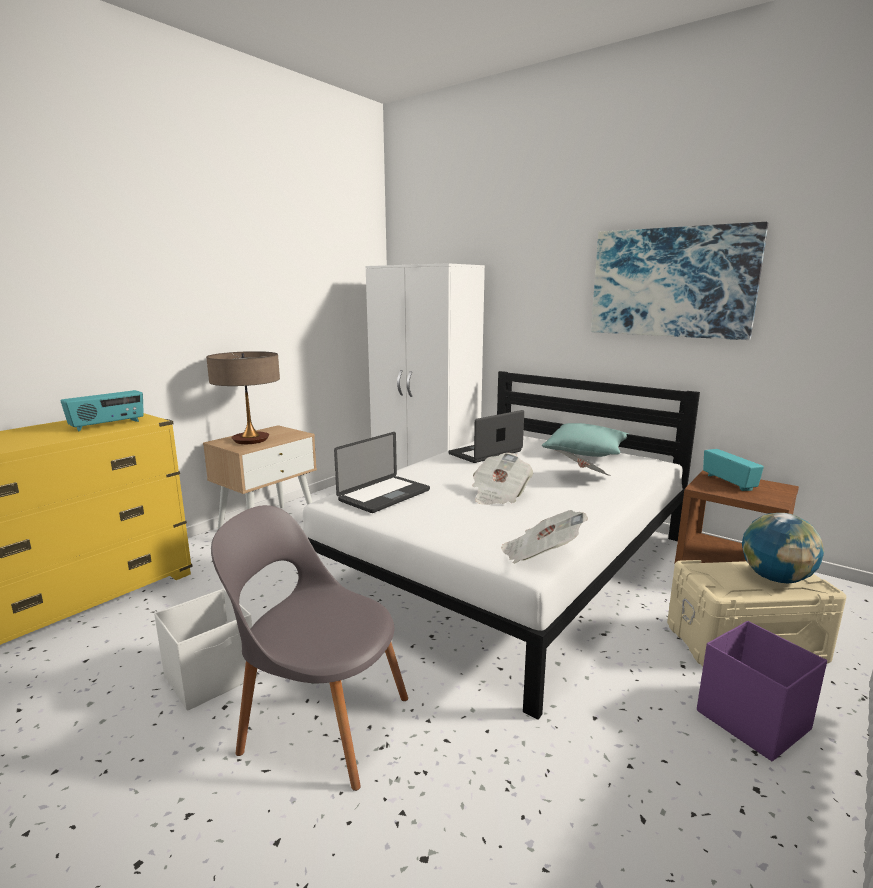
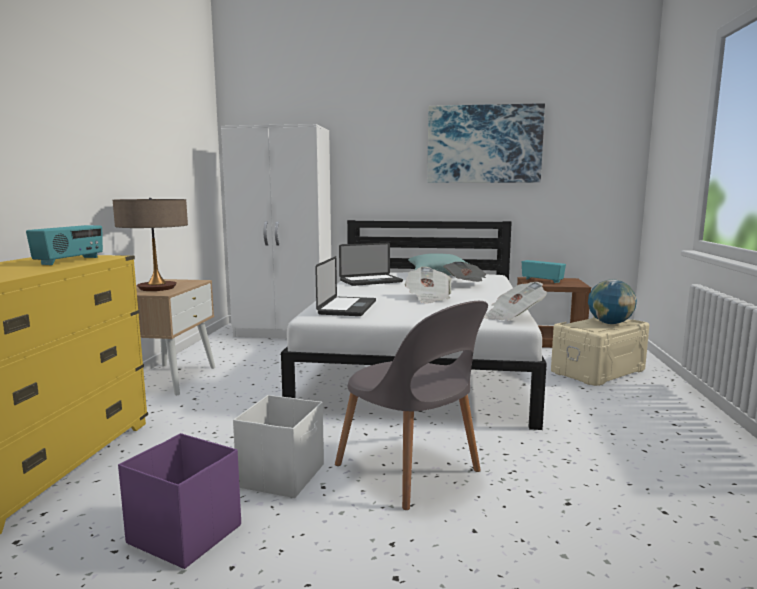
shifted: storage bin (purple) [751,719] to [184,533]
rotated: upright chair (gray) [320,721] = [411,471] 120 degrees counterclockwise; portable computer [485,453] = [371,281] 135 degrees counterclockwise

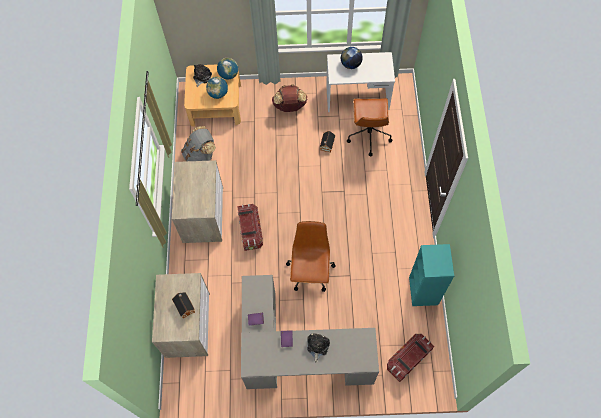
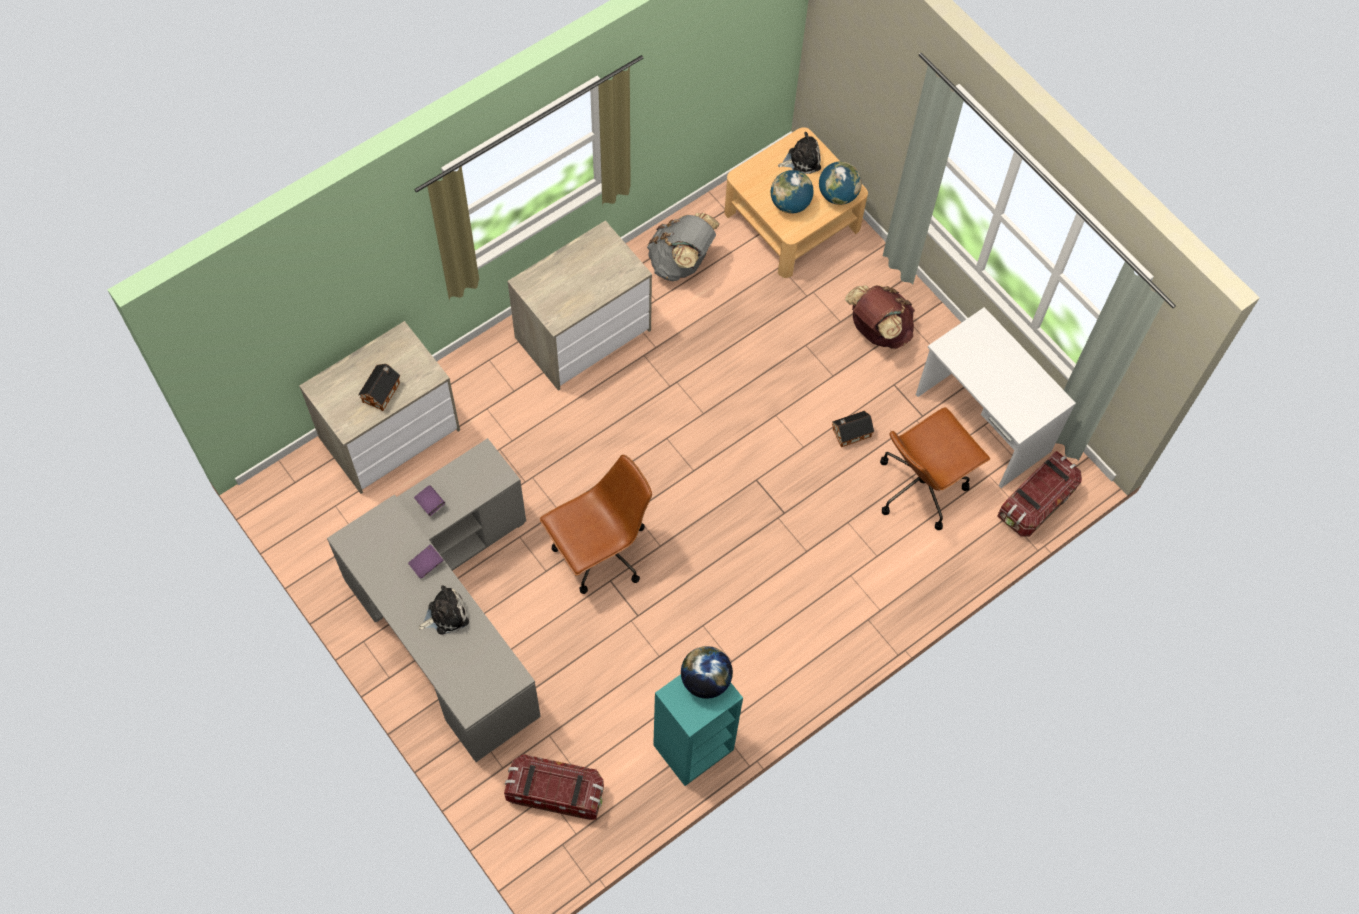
shifted: storage bin [250,231] to [1036,503]; world globe [350,64] to [705,680]

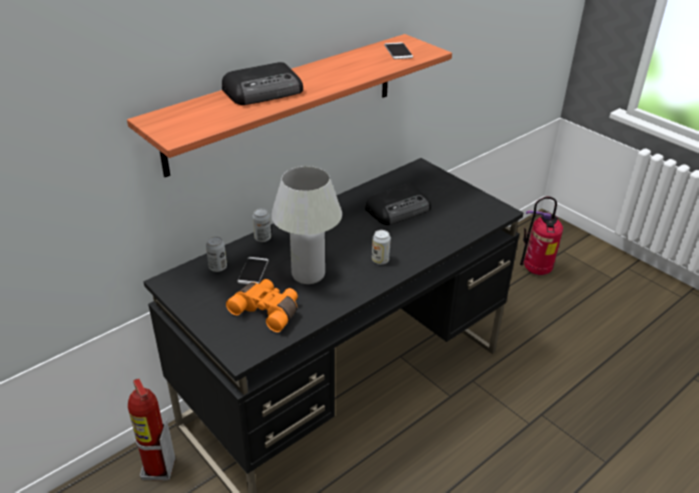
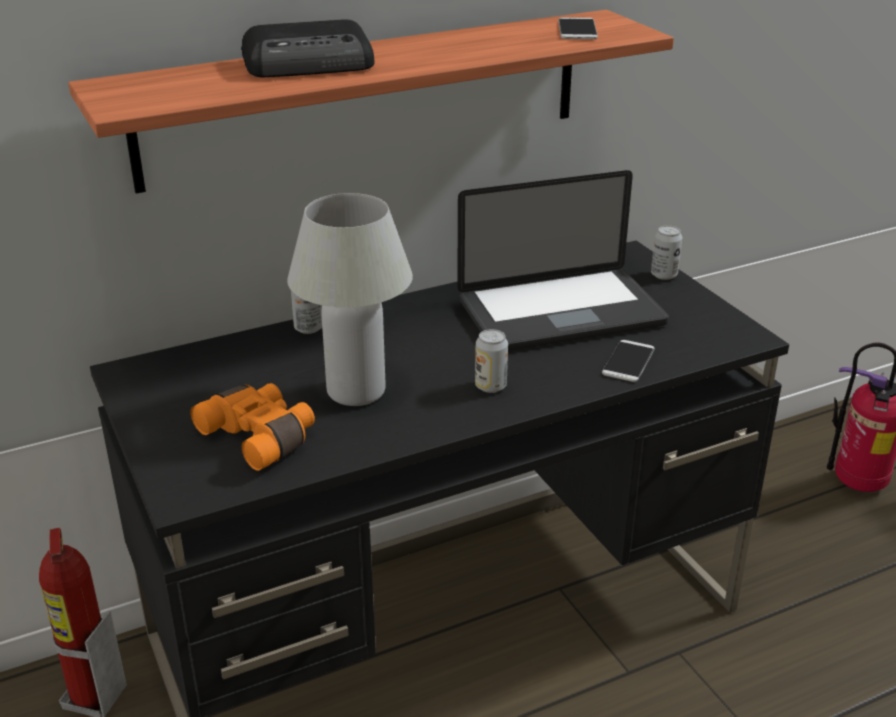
shifted: metal can [218,267] to [664,275]; phone [253,271] to [628,362]
swapped: radio [399,209] to portable computer [561,313]

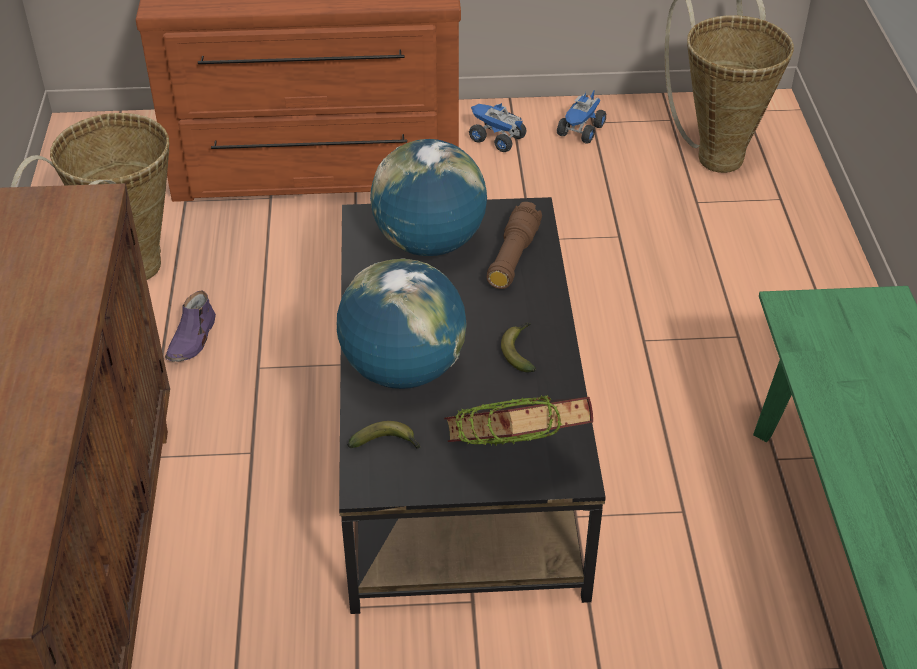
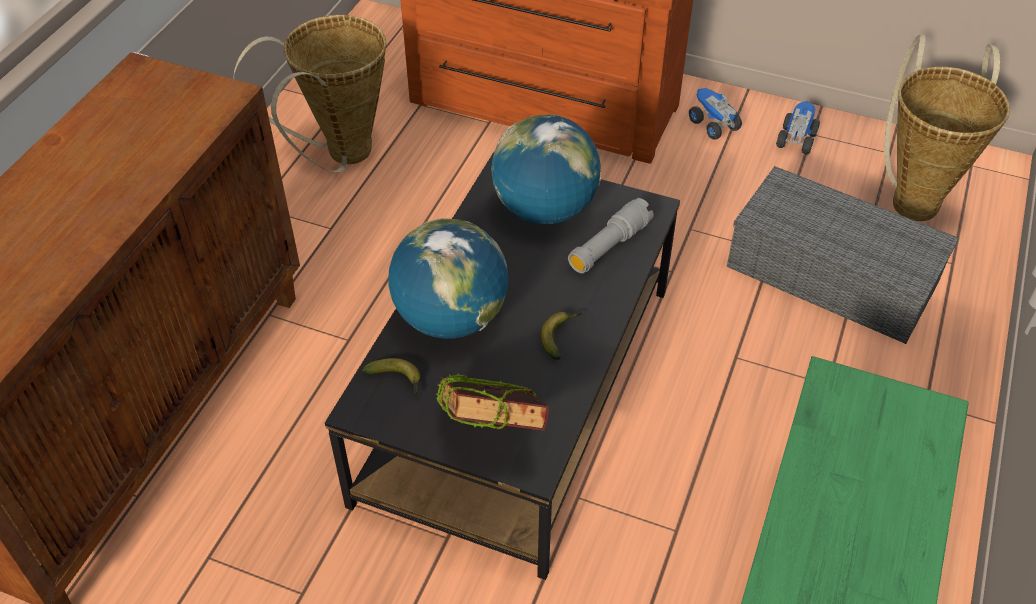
gone: low shoe (purple) [192,339]
new: storage bin (gray) [828,275]
repainted: hand torch (brown-coloured) [513,257] to hand torch (gray) [609,246]
rotated: toy lorry [581,131] = [796,139] 150 degrees clockwise

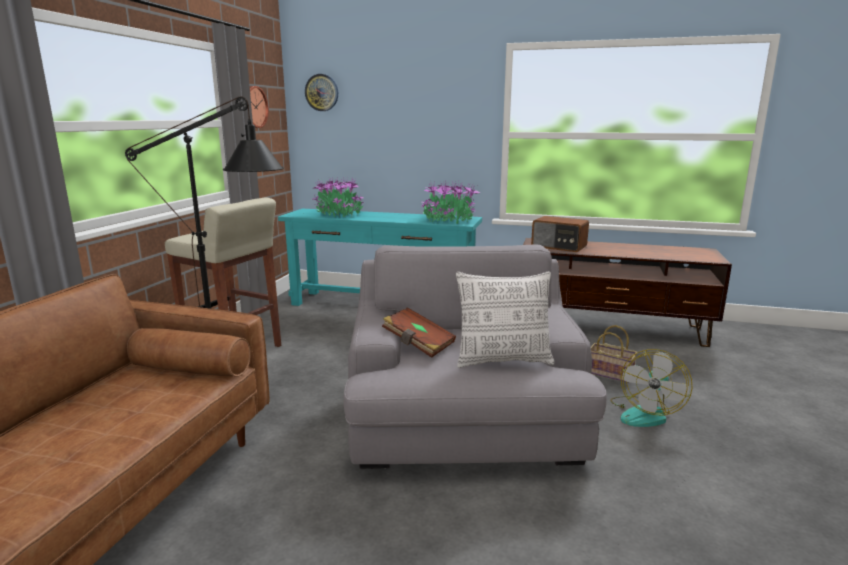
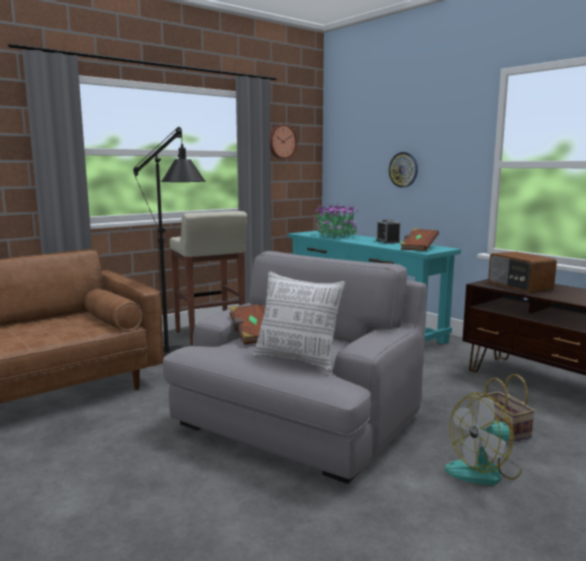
new: alarm clock [387,241]
shifted: wall clock [322,92] to [403,169]
swapped: houseplant [449,220] to volume (brown-coloured) [418,248]

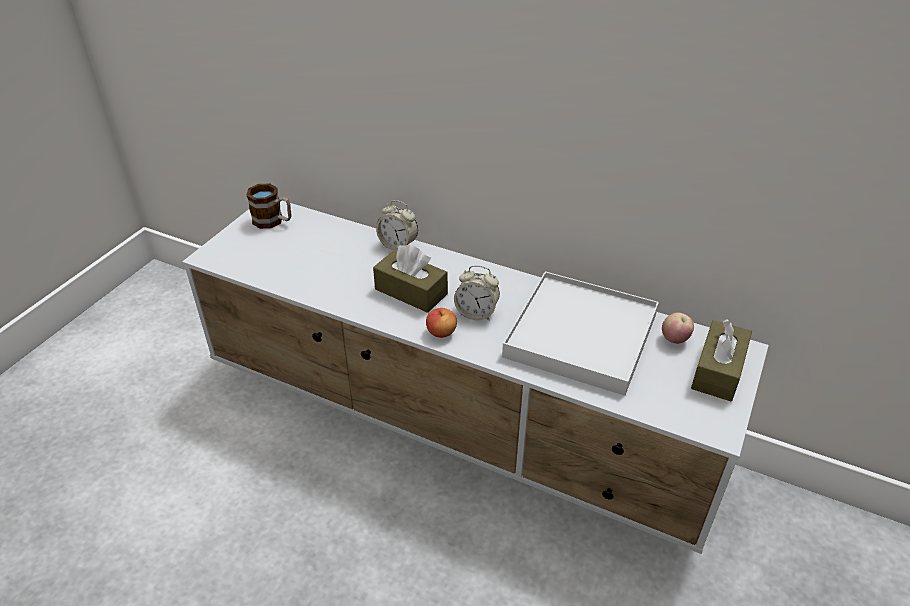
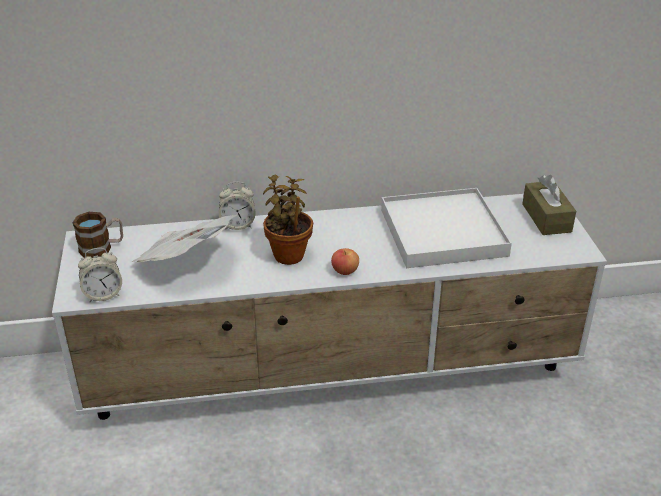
gone: apple [674,340]
new: printed paper [186,262]
shifted: alarm clock [476,313] to [103,295]
swapped: tissue box (brown-coloured) [411,291] to houseplant [288,253]

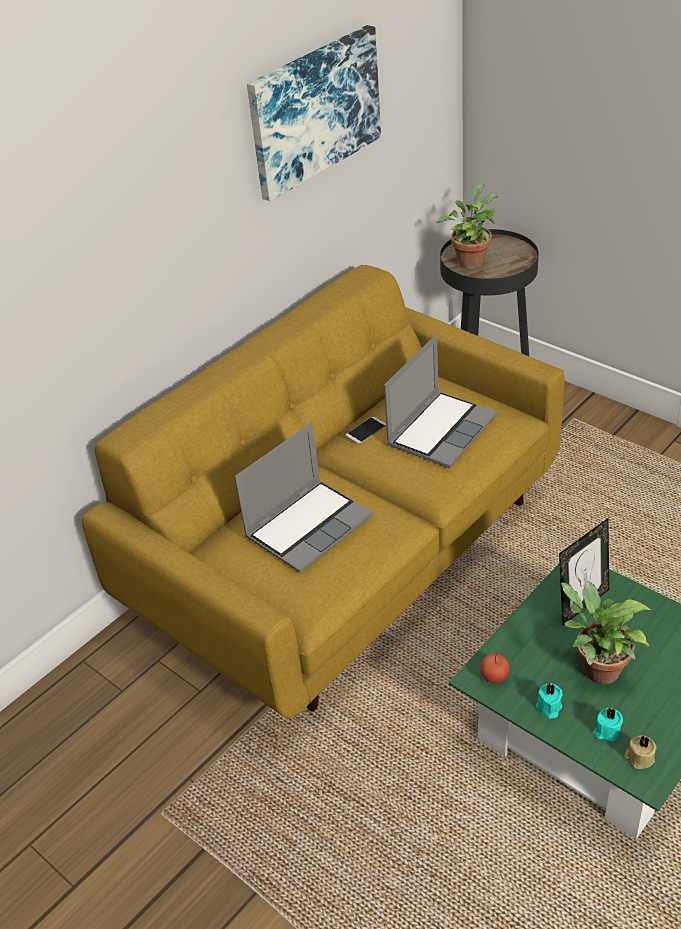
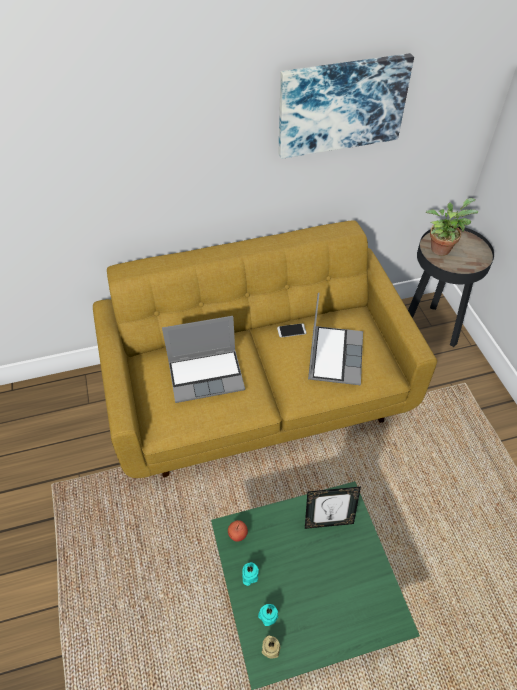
gone: houseplant [596,669]
rotated: portable computer [441,430] = [334,355] 60 degrees counterclockwise

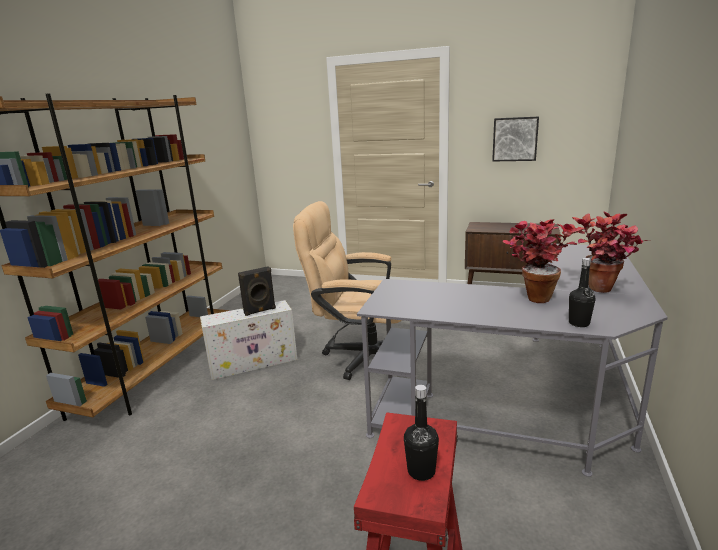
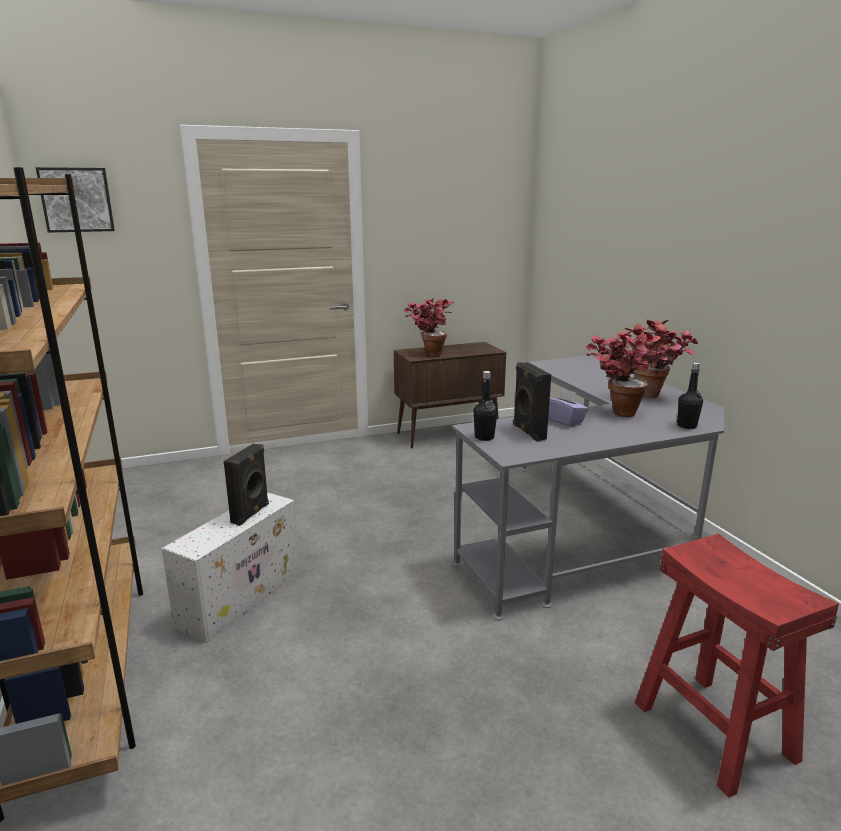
gone: office chair (sand-coloured) [361,356]
new: houseplant [428,354]; speaker (black) [528,432]; tissue box (purple) [563,421]
shifted: drink bottle (black) [421,471] to [484,437]; wall art [515,139] to [76,200]

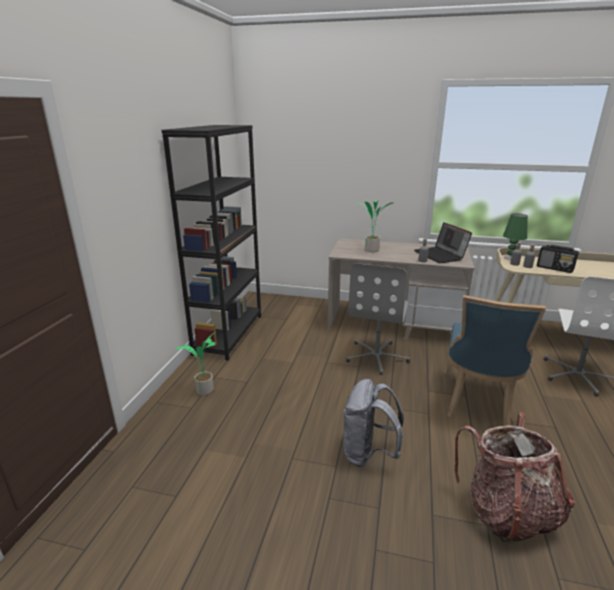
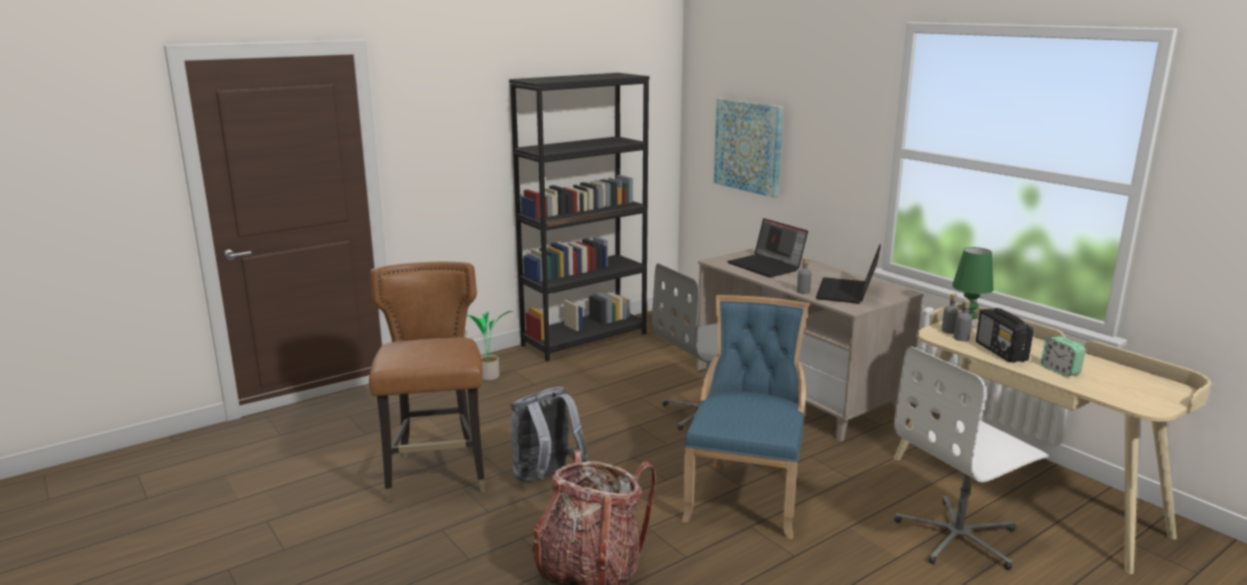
new: upright chair (brown-coloured) [437,476]; wall art [748,146]; alarm clock [1060,371]
swapped: houseplant [371,250] to portable computer [767,266]
rotated: upright chair (bluish) [477,401] = [745,496] 135 degrees clockwise

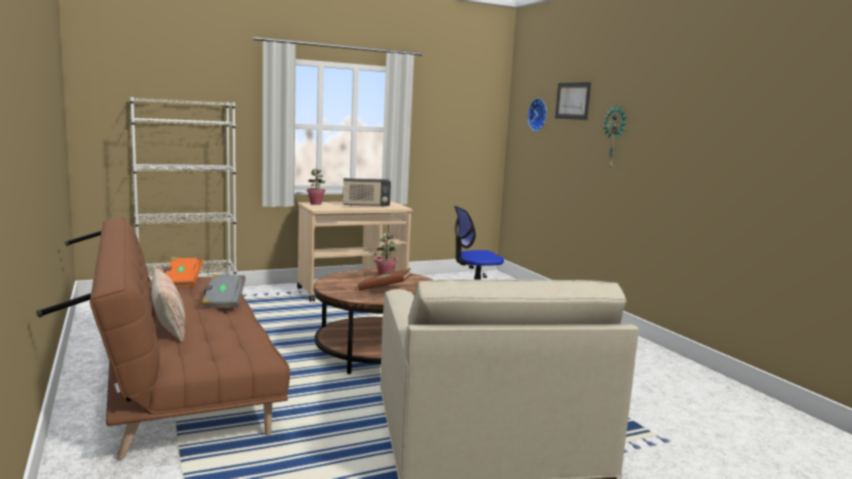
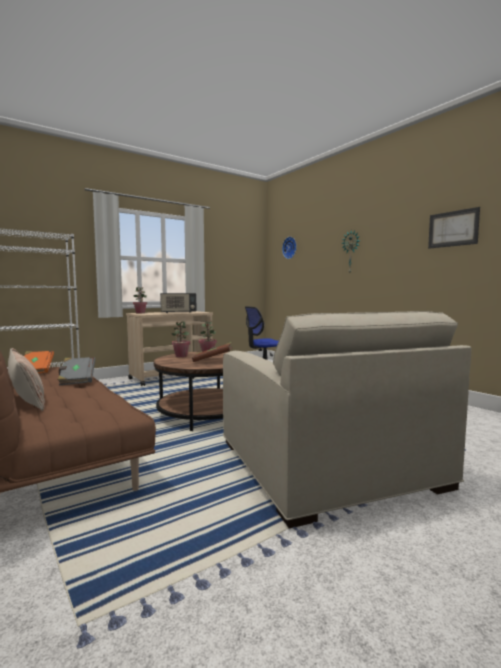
new: houseplant [181,356]
shifted: wall art [573,101] to [453,228]

